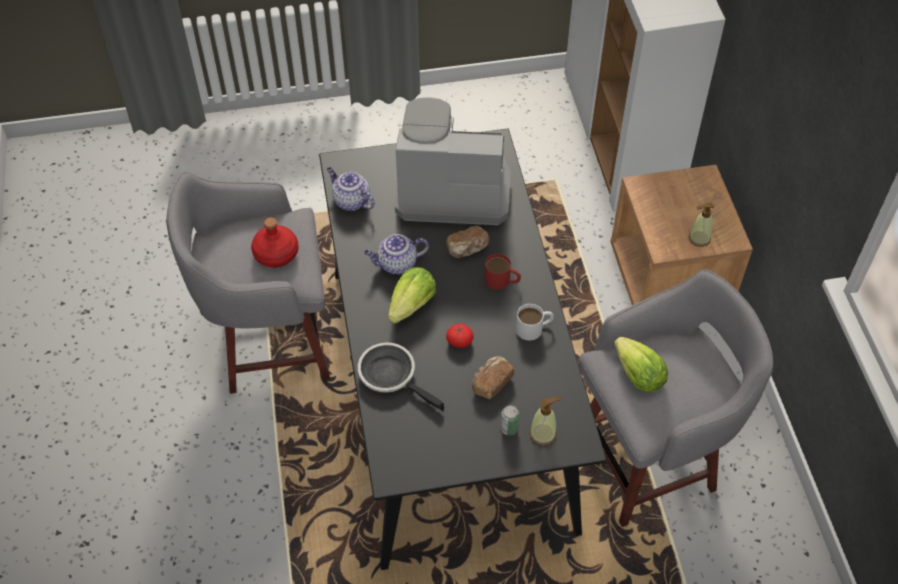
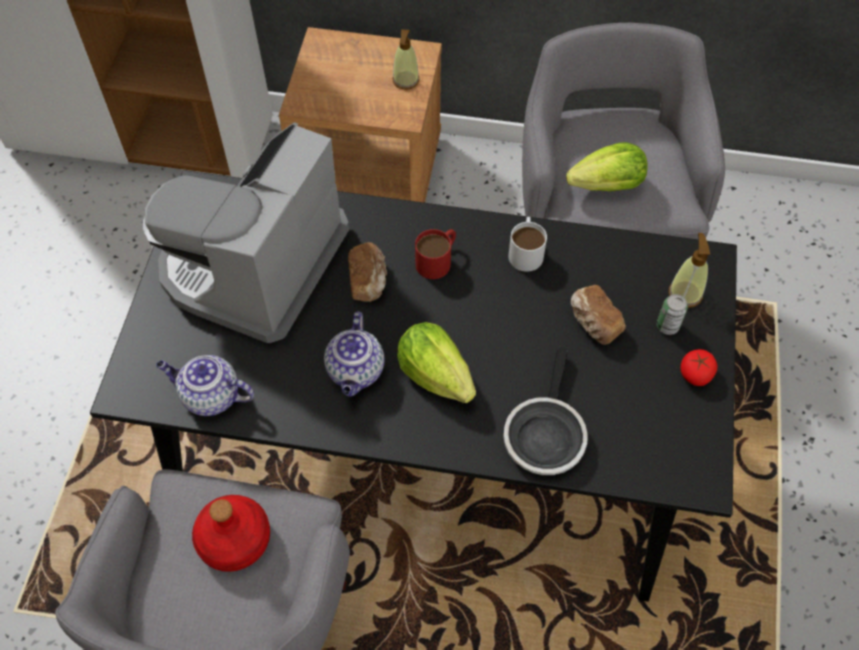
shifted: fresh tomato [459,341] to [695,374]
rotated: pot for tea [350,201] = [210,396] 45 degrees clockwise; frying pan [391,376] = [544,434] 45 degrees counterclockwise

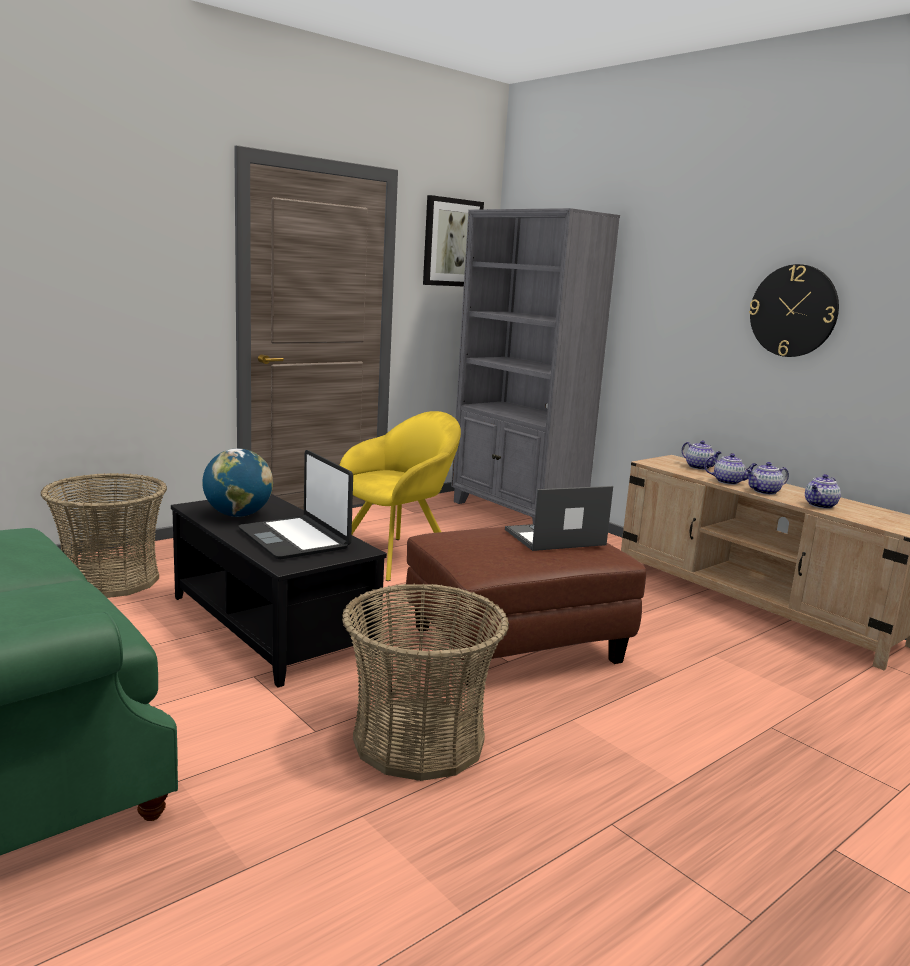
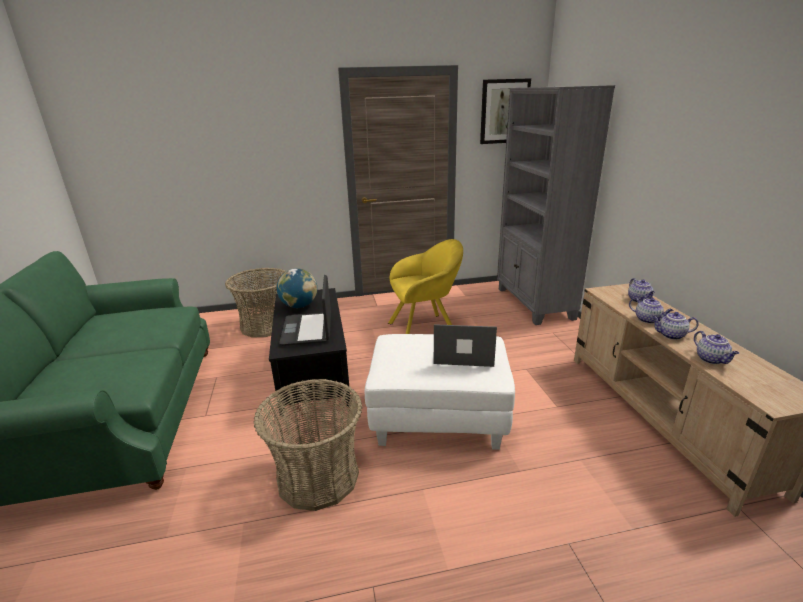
gone: wall clock [793,311]
repainted: pouffe (brown-coloured) [515,646] to pouffe (whitish) [438,417]
rotated: pot for tea [820,505] = [711,359] 90 degrees counterclockwise

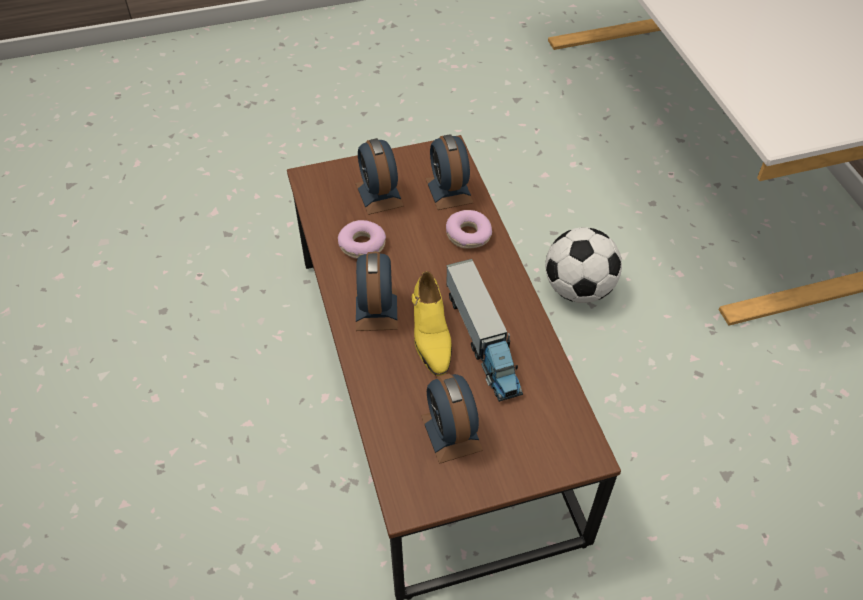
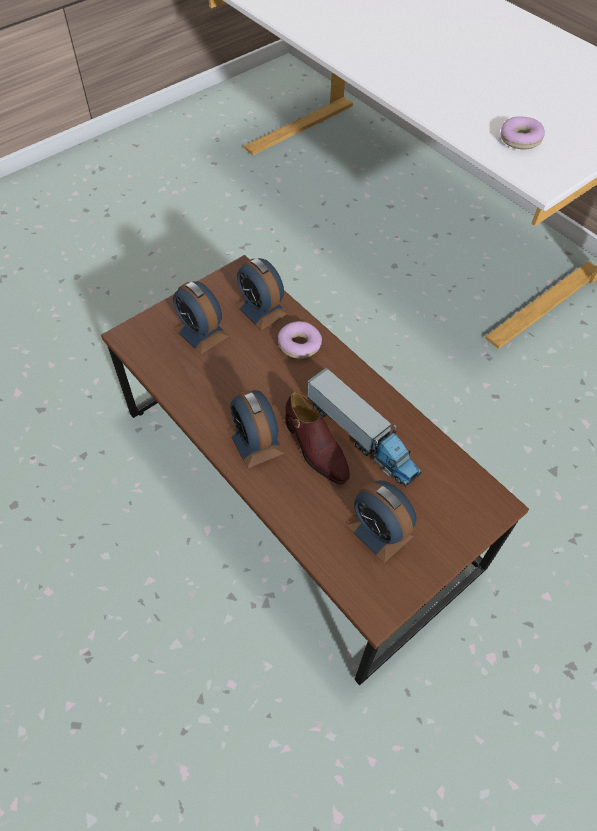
gone: football [578,289]
shifted: donut [362,245] to [519,139]
repainted: low shoe (yellow) [430,335] to low shoe (brown-coloured) [315,448]

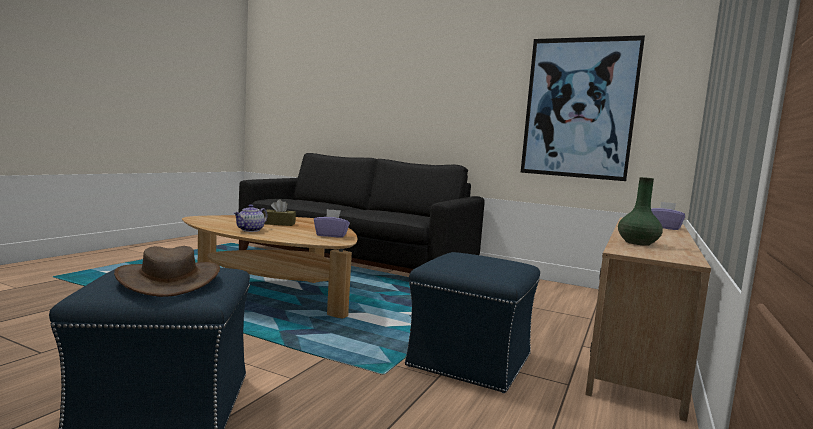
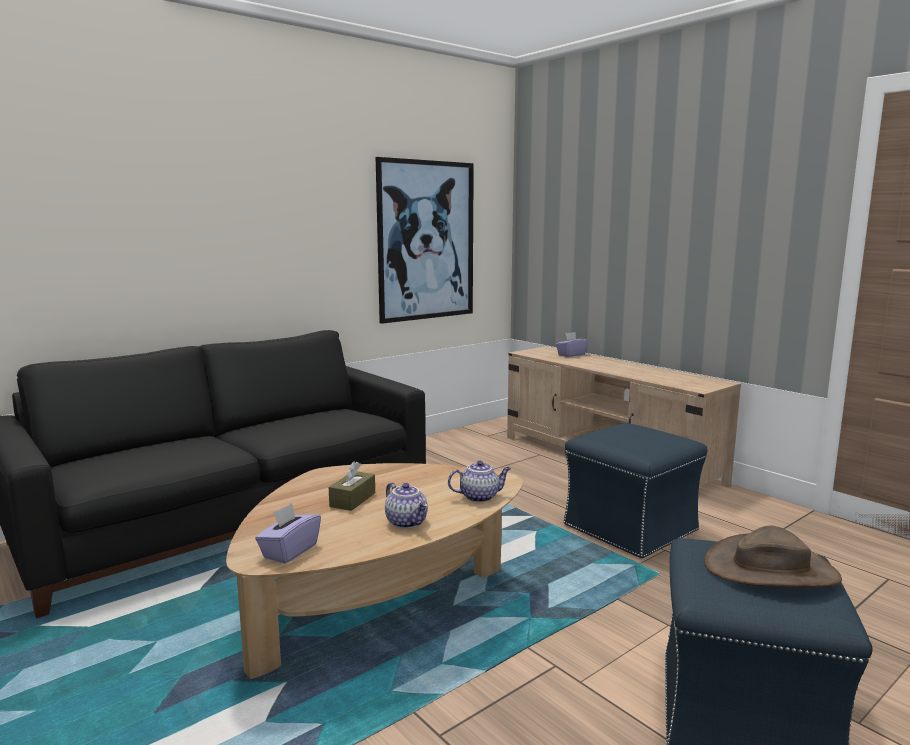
gone: flower vase (green) [637,243]
new: pot for tea [480,497]
shifted: tissue box (purple) [331,235] to [289,551]

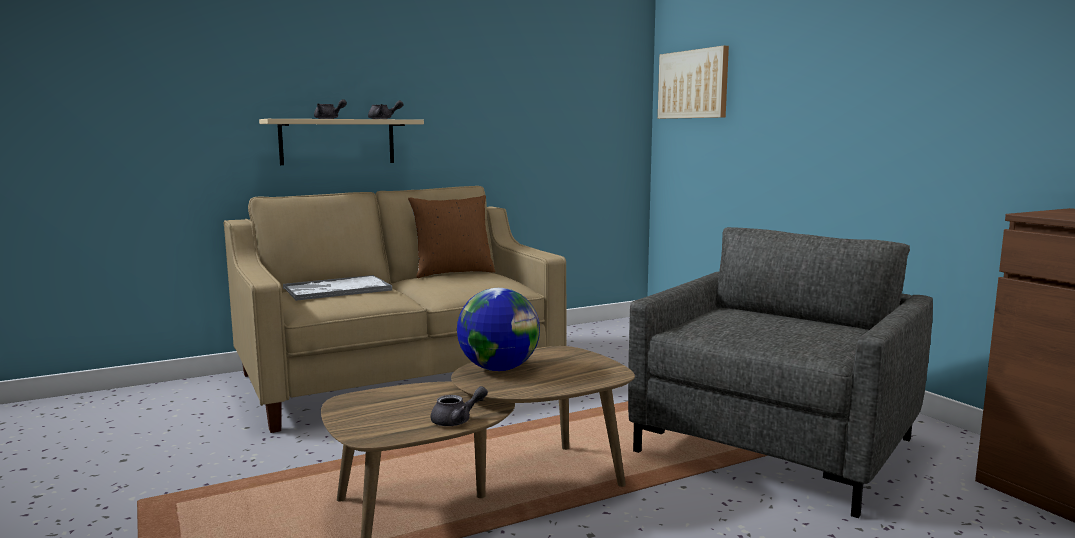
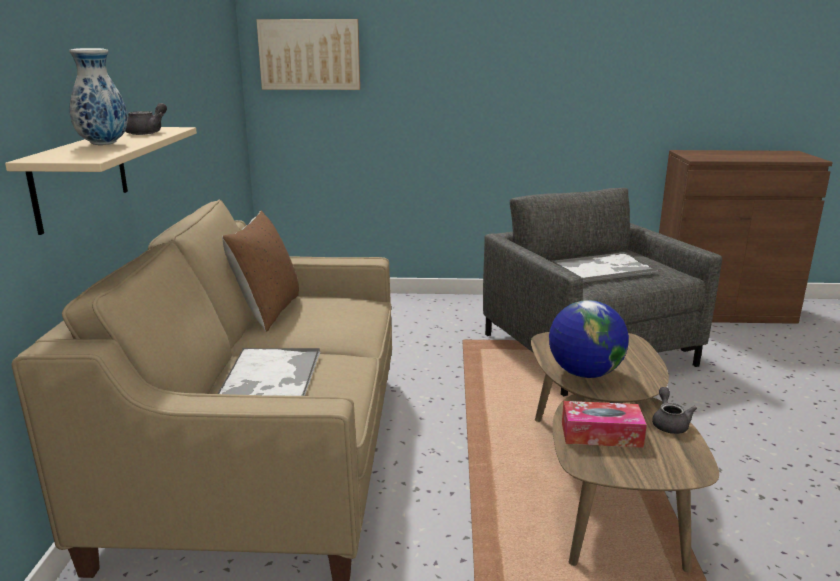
new: serving tray [604,269]; tissue box [601,434]
swapped: pot for tea (gray) [329,118] to flower vase [103,144]

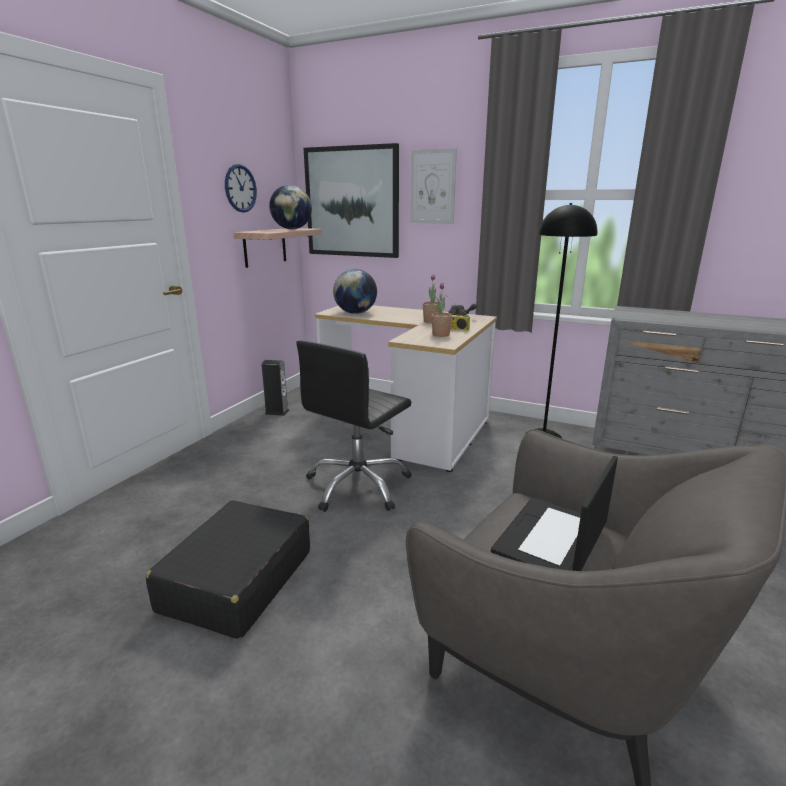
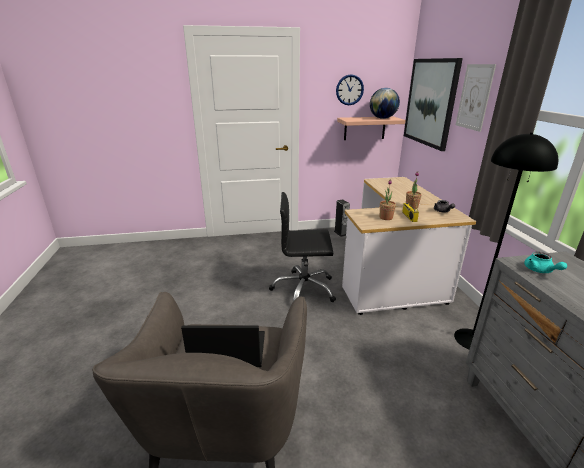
gone: piece of luggage (black) [237,581]; world globe [355,313]
new: pot for tea (blue-green) [540,271]

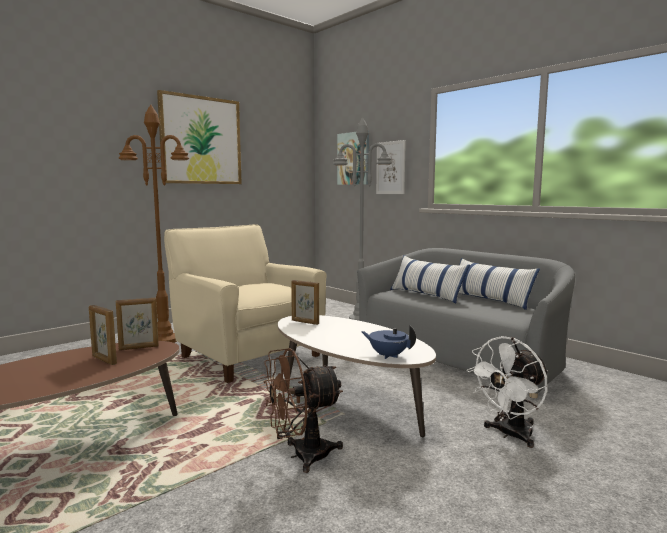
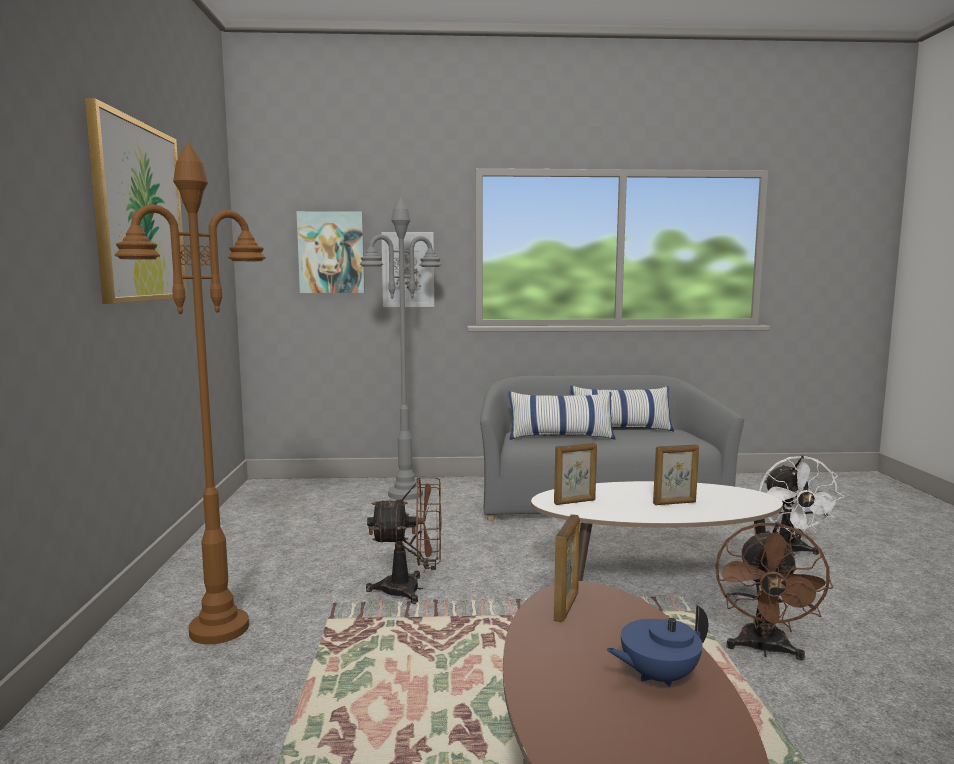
shifted: photo frame [104,360] to [675,503]; pot for tea (bluish) [388,355] to [657,676]
swapped: easy chair (sand-coloured) [246,354] to electric fan (brown-coloured) [411,589]

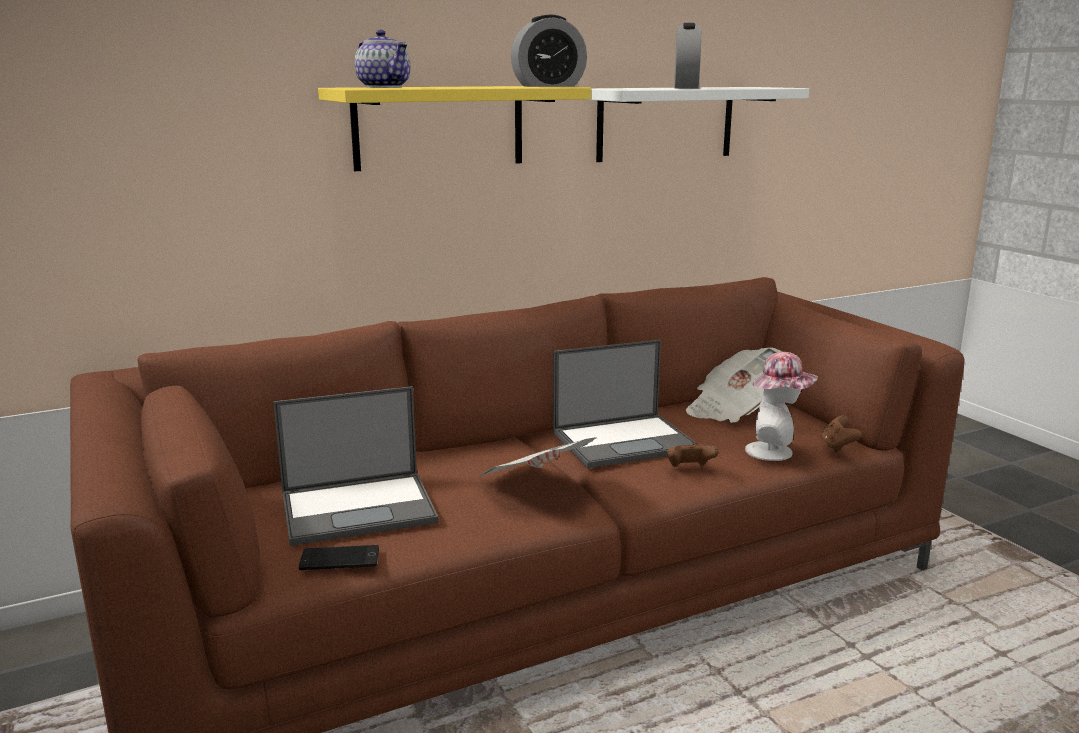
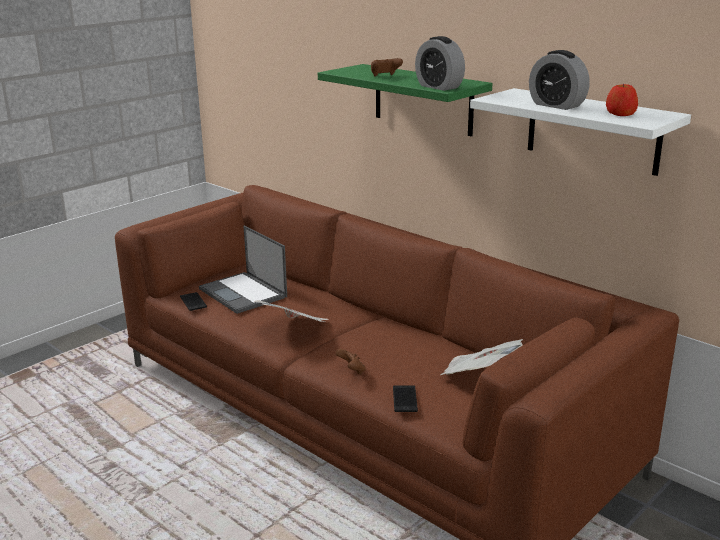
gone: pot for tea [385,87]; portable computer [625,441]
new: apple [620,114]
shifted: joypad (brown-coloured) [838,447] to [385,76]
swapped: hat [775,452] to phone [404,399]
repainted: wall shelf (yellow) [439,127] to wall shelf (green) [423,99]
rotated: alarm clock [686,88] = [556,105] 60 degrees clockwise

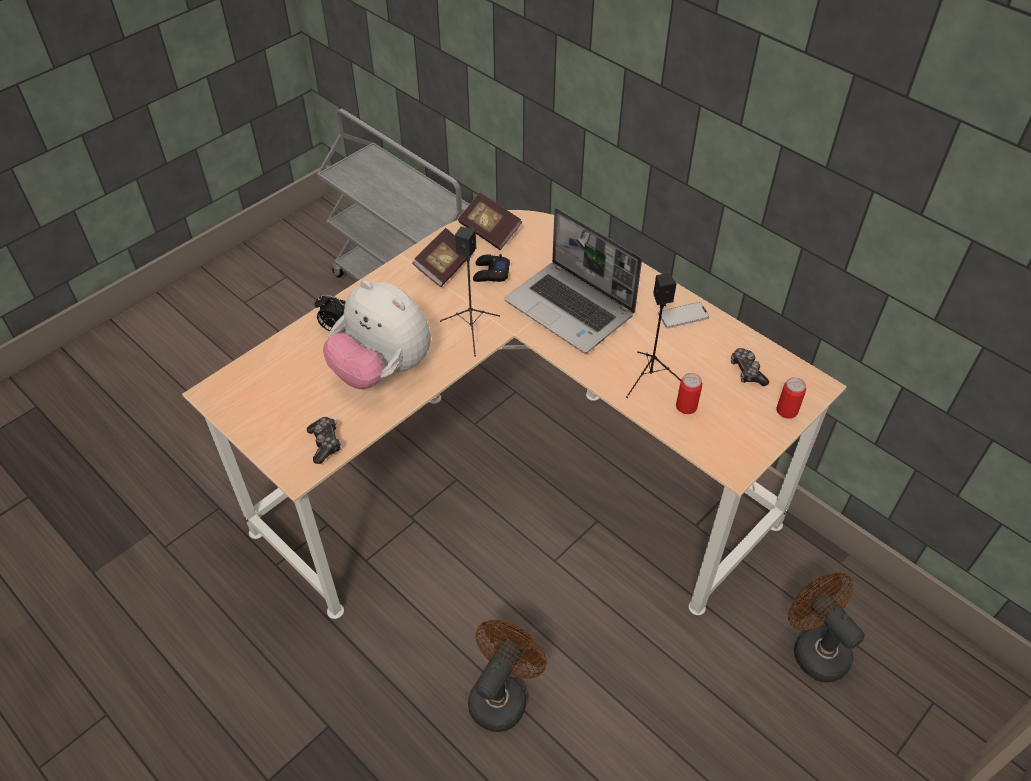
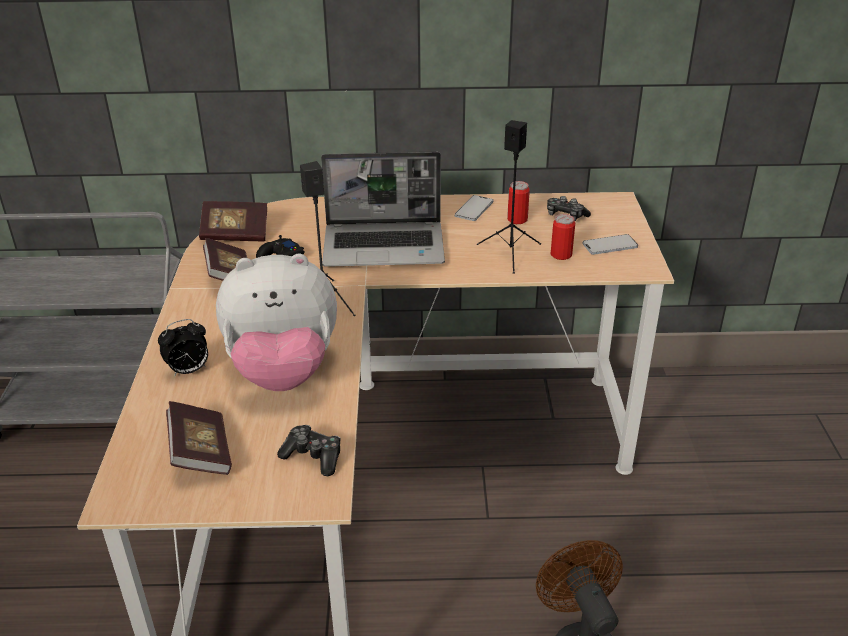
gone: electric fan (brown-coloured) [814,648]
new: volume [201,453]; phone [610,245]
shifted: metal can [786,411] to [517,220]

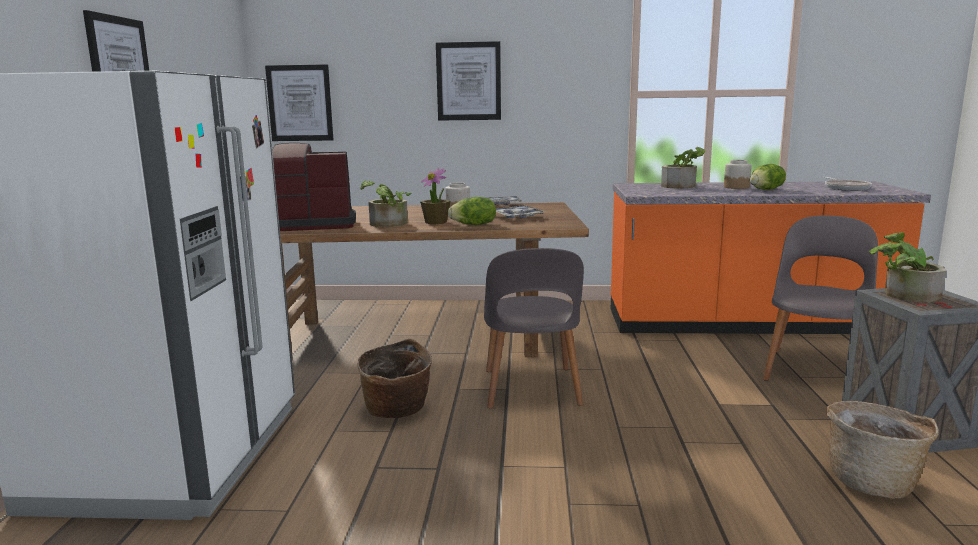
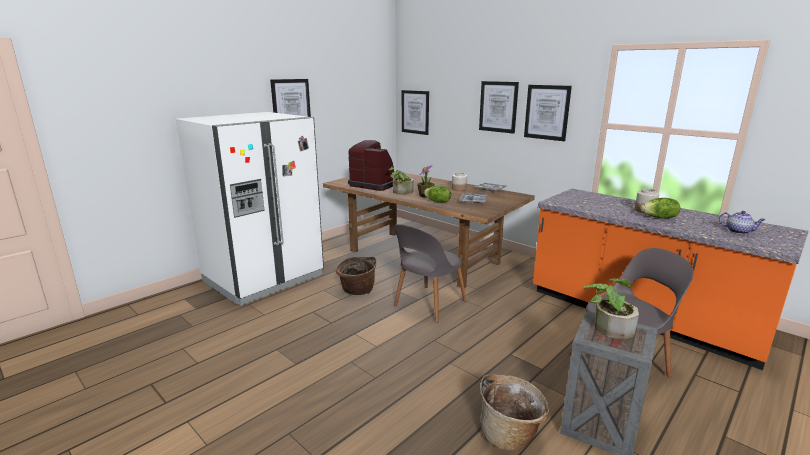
gone: houseplant [682,186]
new: wall art [547,112]
swapped: frying pan [845,188] to pot for tea [738,231]

